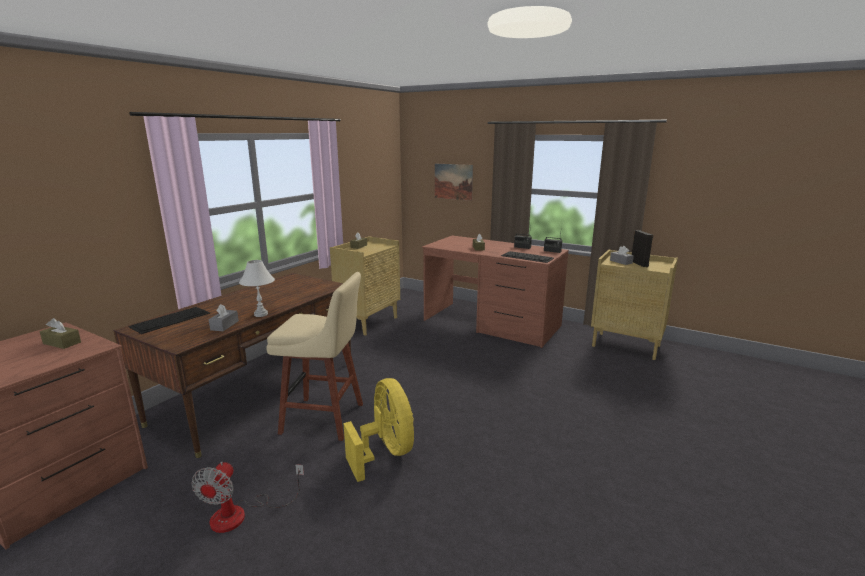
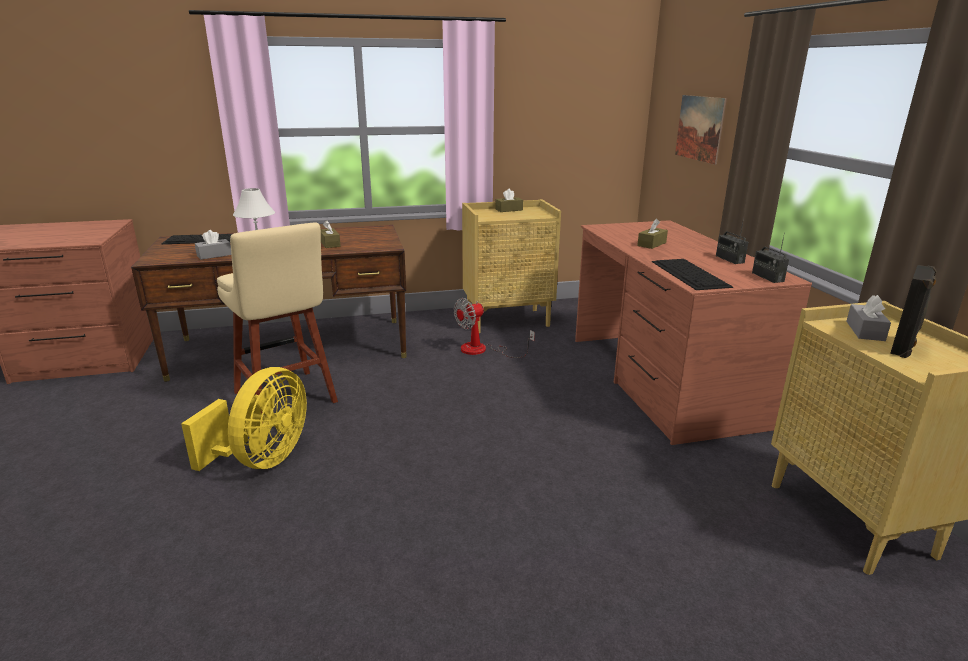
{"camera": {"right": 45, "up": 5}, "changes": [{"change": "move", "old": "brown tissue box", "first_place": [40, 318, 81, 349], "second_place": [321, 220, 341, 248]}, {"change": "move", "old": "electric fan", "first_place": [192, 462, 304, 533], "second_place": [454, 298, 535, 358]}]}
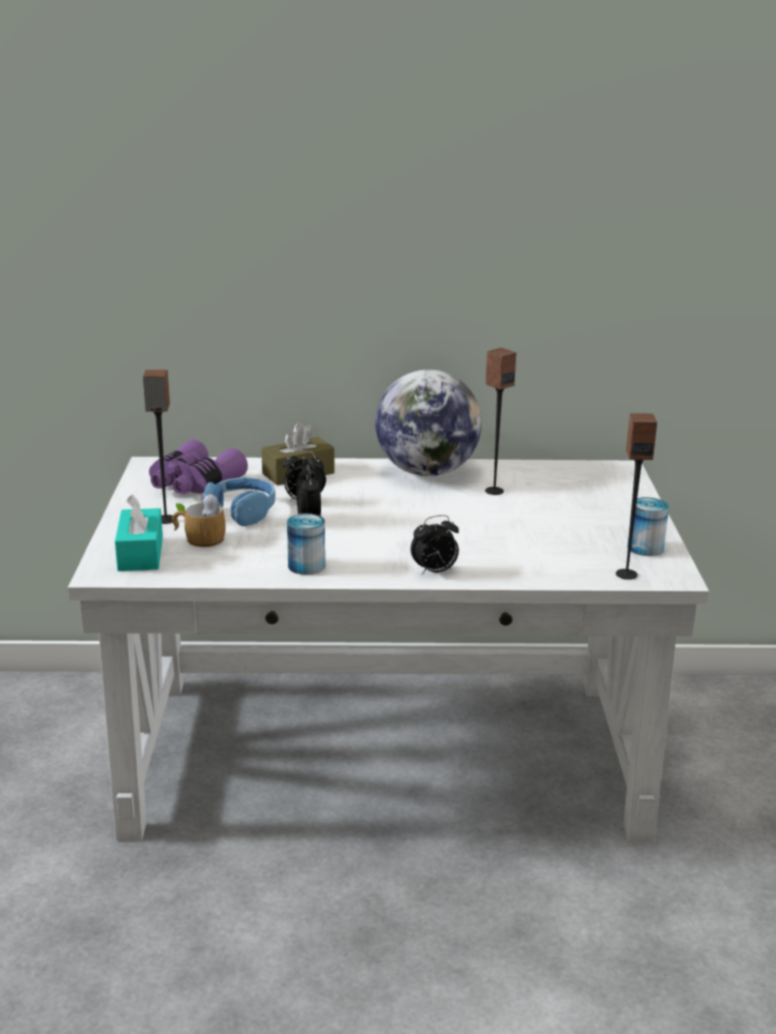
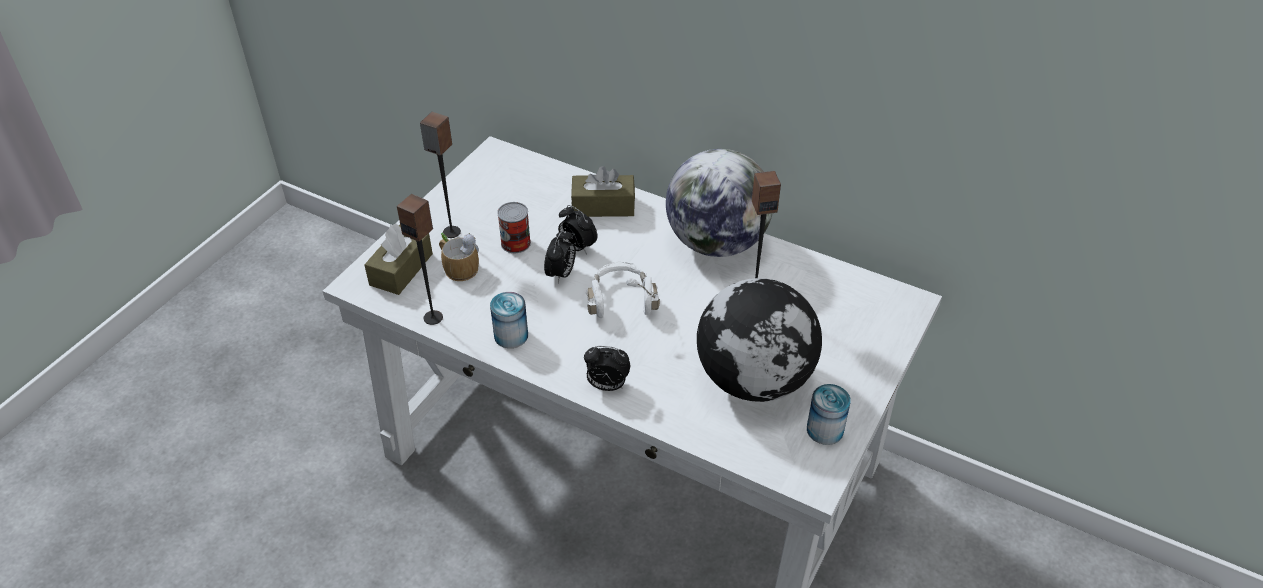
{"camera": {"right": 30, "up": 20}, "changes": [{"change": "delete", "old": "purplish pair of binoculars", "first_place": [149, 439, 248, 494]}, {"change": "insert", "new": "white-coloured pair of headphones", "second_place": [586, 261, 660, 318]}, {"change": "insert", "new": "world globe", "second_place": [697, 278, 822, 402]}, {"change": "move", "old": "audio speaker", "first_place": [616, 413, 657, 580], "second_place": [397, 194, 443, 325]}, {"change": "replace", "old": "bluish pair of headphones", "new": "metal can", "first_place": [203, 477, 276, 526], "second_place": [497, 202, 531, 253]}, {"change": "recolor", "old": "turquoise-coloured tissue box", "new": "brown tissue box", "first_place": [115, 495, 163, 571], "second_place": [364, 223, 433, 295]}]}
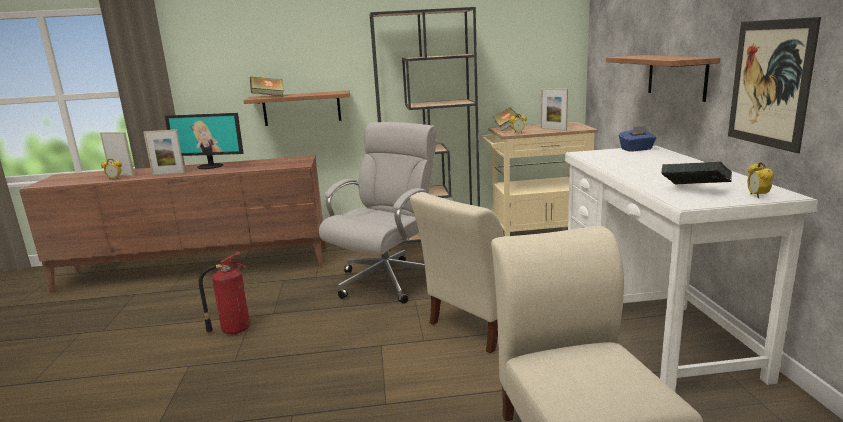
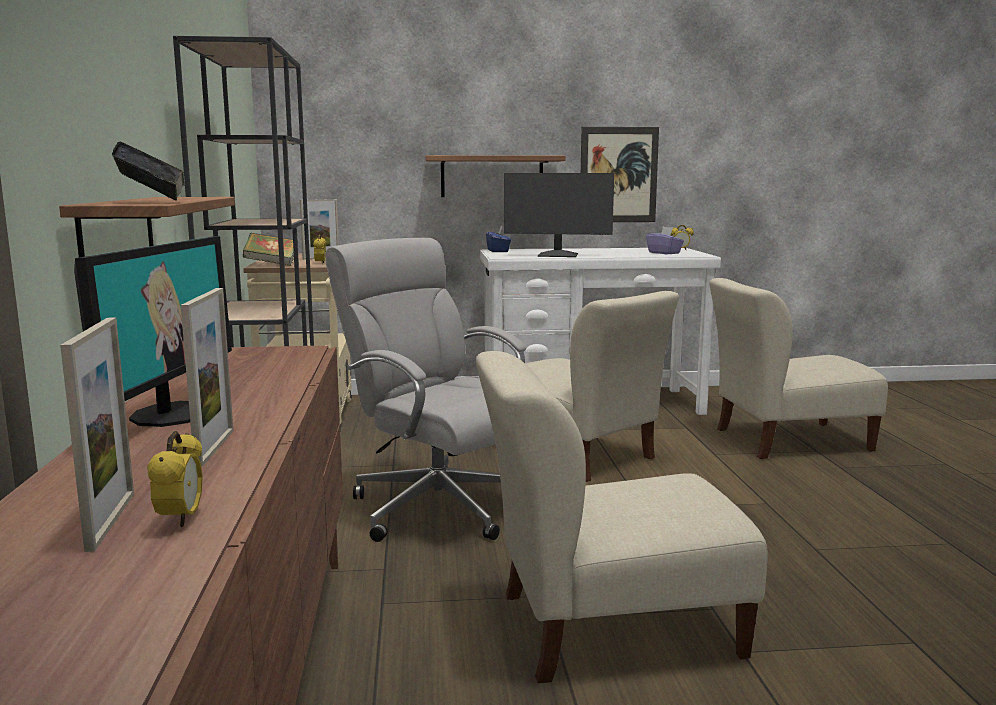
{"camera": {"right": -90, "up": -5}, "changes": [{"change": "insert", "new": "computer screen", "second_place": [504, 173, 614, 257]}, {"change": "replace", "old": "fire extinguisher", "new": "beige upright chair", "first_place": [199, 252, 250, 335], "second_place": [476, 351, 768, 683]}, {"change": "replace", "old": "book", "new": "purplish tissue box", "first_place": [661, 161, 732, 185], "second_place": [646, 227, 684, 254]}, {"change": "rotate", "old": "photo frame", "first_place": [100, 132, 135, 176], "second_place": [60, 317, 134, 552], "degrees": 150}]}
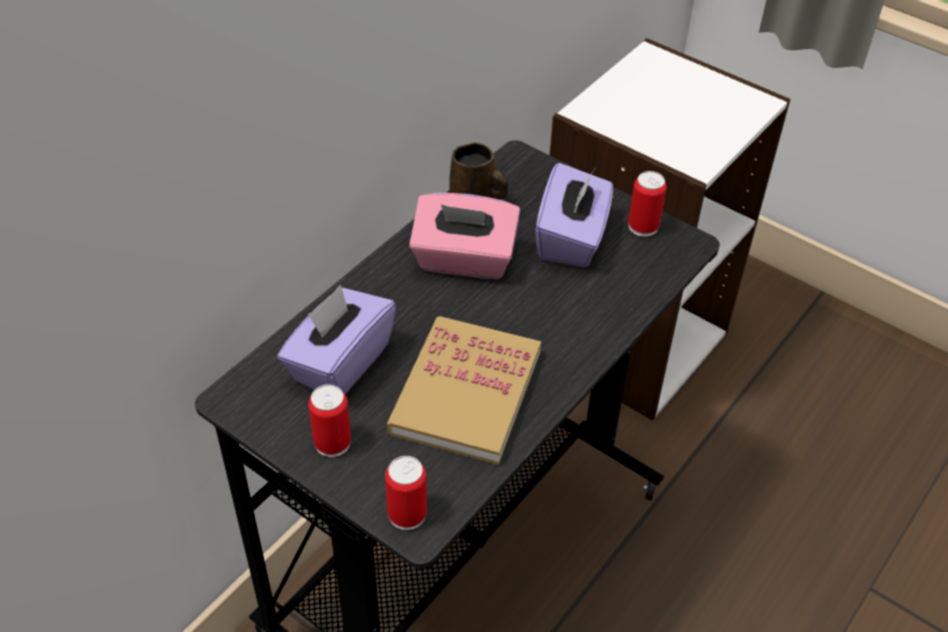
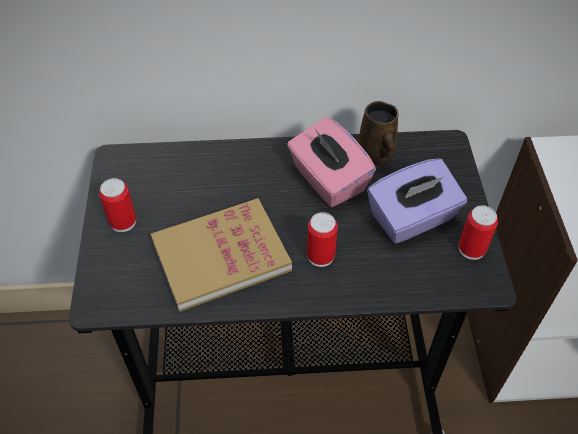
{"camera": {"right": 50, "up": 5}, "changes": [{"change": "delete", "old": "purplish tissue box", "first_place": [277, 285, 396, 394]}, {"change": "move", "old": "metal can", "first_place": [385, 456, 427, 530], "second_place": [307, 212, 338, 267]}]}
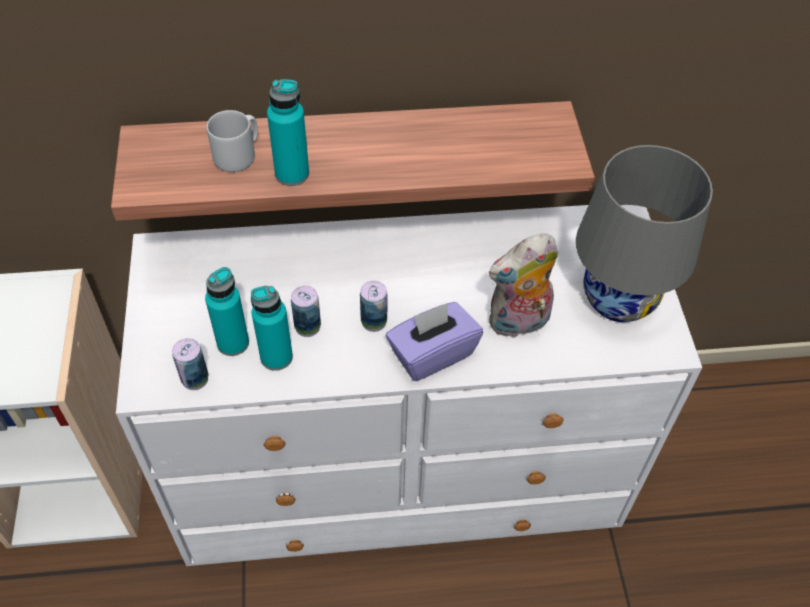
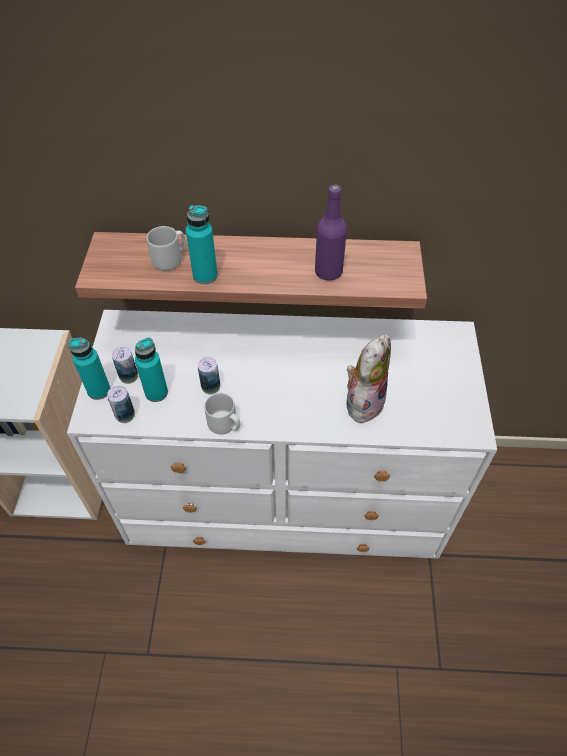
{"camera": {"right": 10, "up": 0}, "changes": [{"change": "delete", "old": "purplish tissue box", "first_place": [386, 302, 483, 381]}, {"change": "delete", "old": "greyish table lamp", "first_place": [576, 145, 713, 322]}, {"change": "insert", "new": "greyish coffee mug", "second_place": [204, 393, 240, 434]}, {"change": "insert", "new": "purplish bottle", "second_place": [315, 184, 347, 281]}, {"change": "move", "old": "turquoise-coloured bottle", "first_place": [251, 285, 293, 371], "second_place": [68, 338, 111, 400]}, {"change": "move", "old": "metal can", "first_place": [360, 281, 387, 332], "second_place": [112, 347, 138, 384]}, {"change": "rotate", "old": "soft toy", "first_place": [489, 233, 558, 338], "second_place": [347, 335, 391, 425], "degrees": 135}]}
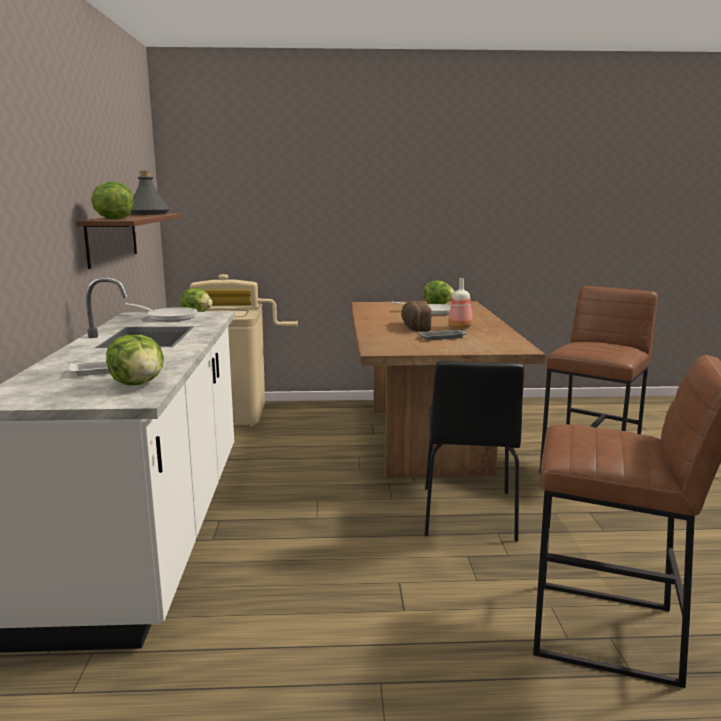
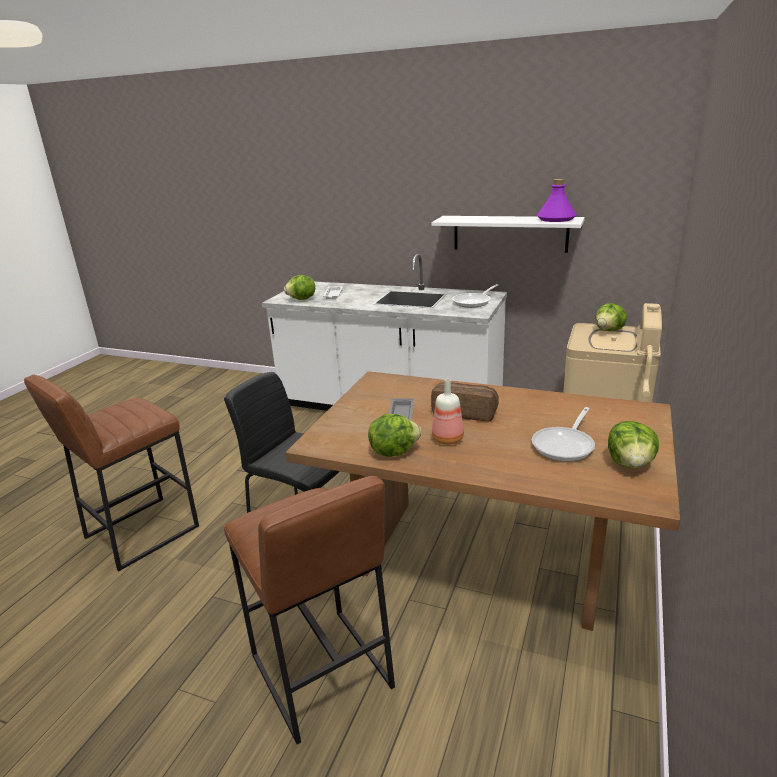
{"camera": {"right": 115, "up": 10}, "changes": [{"change": "move", "old": "head of lettuce", "first_place": [91, 182, 133, 219], "second_place": [368, 414, 421, 457]}, {"change": "recolor", "old": "brown shelf", "new": "white-coloured shelf", "first_place": [76, 214, 181, 269], "second_place": [431, 216, 585, 253]}, {"change": "recolor", "old": "greyish bottle", "new": "purplish bottle", "first_place": [131, 171, 170, 215], "second_place": [537, 179, 577, 222]}]}
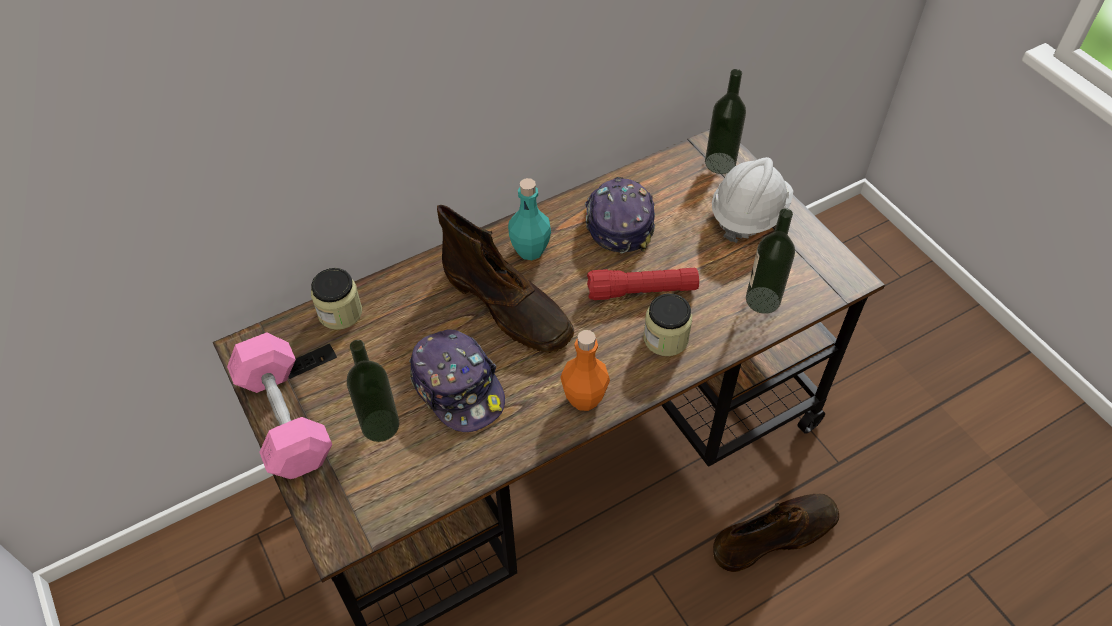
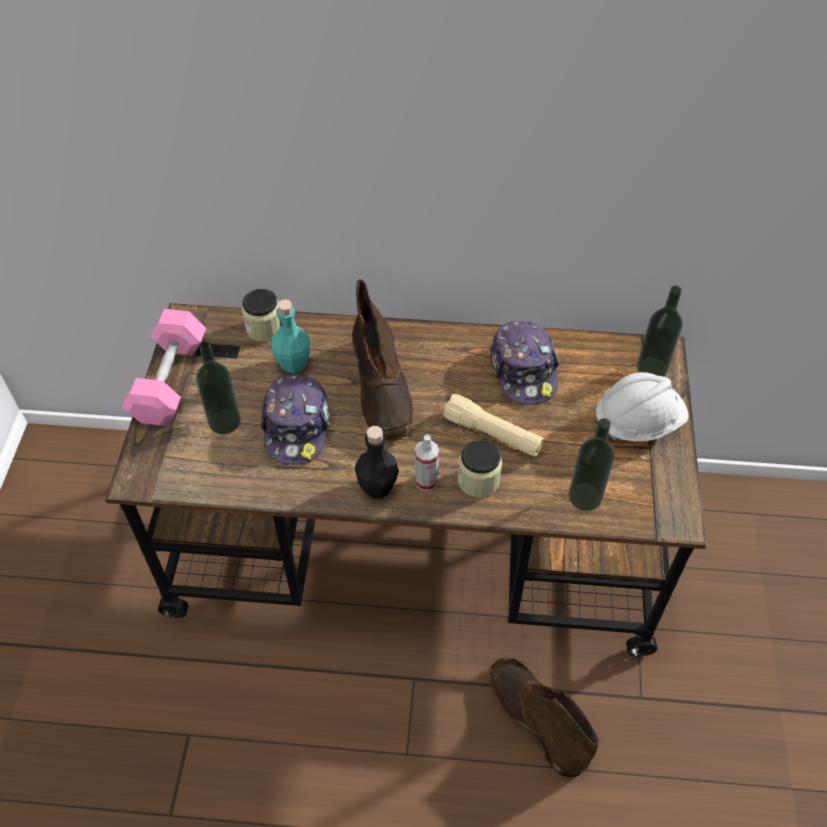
{"camera": {"right": 35, "up": 0}, "changes": [{"change": "insert", "new": "sprayer", "second_place": [415, 434, 439, 491]}, {"change": "move", "old": "turquoise-coloured bottle", "first_place": [508, 178, 551, 260], "second_place": [271, 299, 310, 373]}, {"change": "recolor", "old": "orangey bottle", "new": "blackish bottle", "first_place": [560, 330, 610, 411], "second_place": [355, 426, 399, 499]}, {"change": "recolor", "old": "red flashlight", "new": "beige flashlight", "first_place": [587, 268, 699, 300], "second_place": [443, 394, 544, 457]}, {"change": "rotate", "old": "cap", "first_place": [585, 177, 655, 254], "second_place": [490, 321, 560, 405], "degrees": 135}, {"change": "rotate", "old": "brown boot", "first_place": [713, 493, 839, 572], "second_place": [489, 657, 599, 778], "degrees": -135}]}
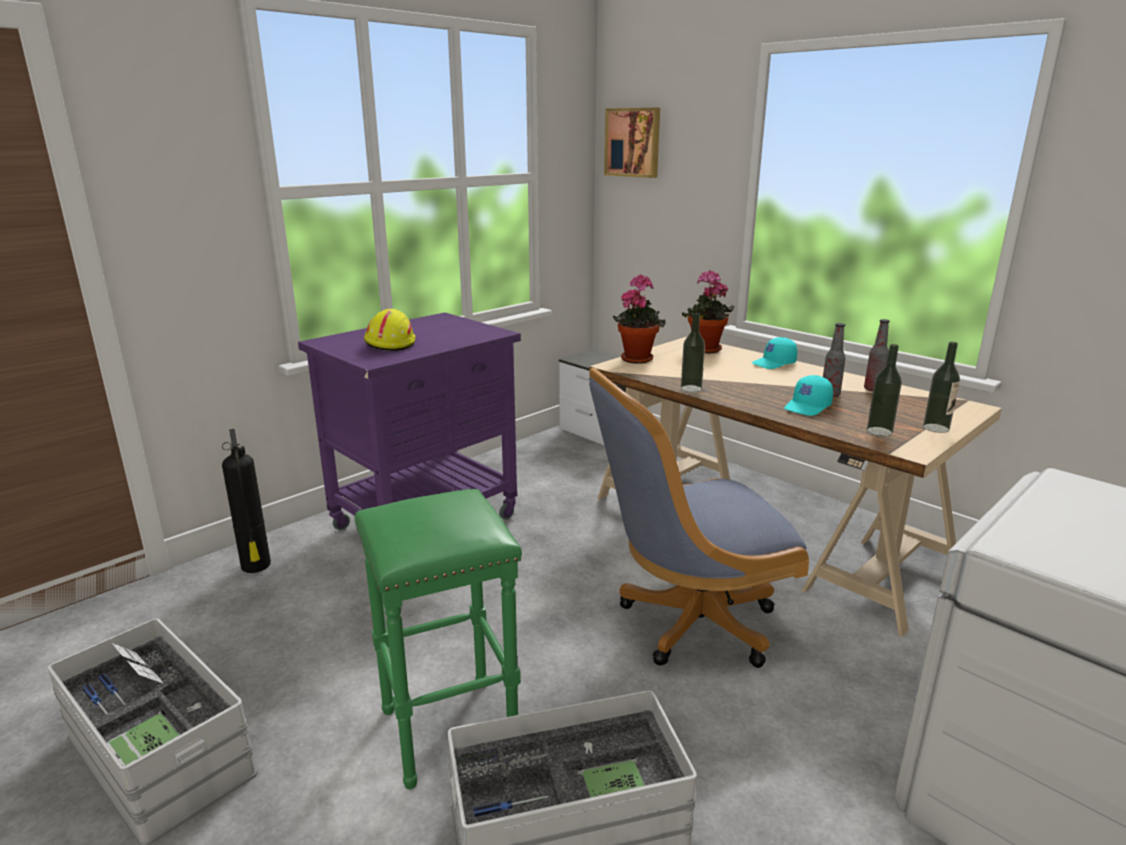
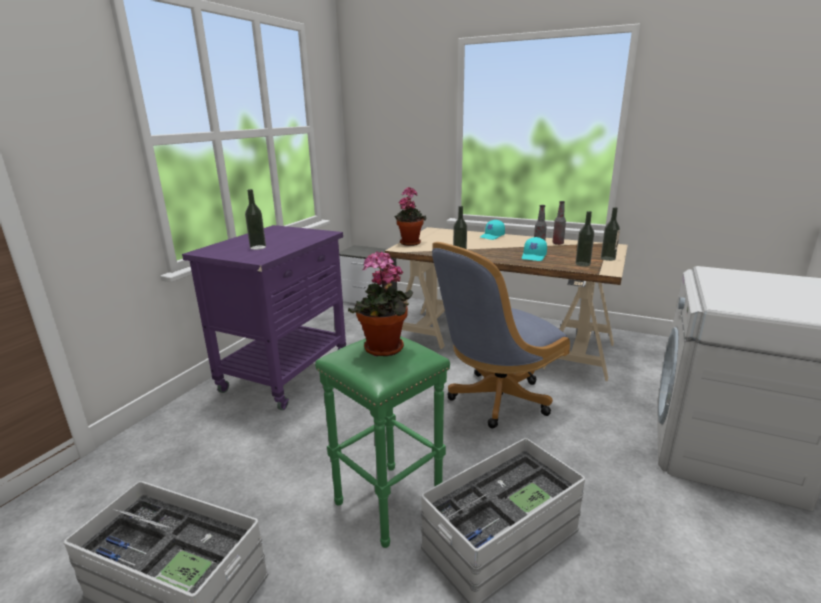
{"camera": {"right": -20, "up": 0}, "changes": [{"change": "delete", "old": "fire extinguisher", "first_place": [222, 429, 271, 573]}, {"change": "delete", "old": "picture", "first_place": [604, 108, 660, 178]}, {"change": "move", "old": "plant in a pot", "first_place": [682, 270, 735, 353], "second_place": [348, 251, 413, 356]}, {"change": "replace", "old": "yellow hard hat", "new": "bottle", "first_place": [364, 309, 416, 351], "second_place": [245, 189, 266, 250]}]}
